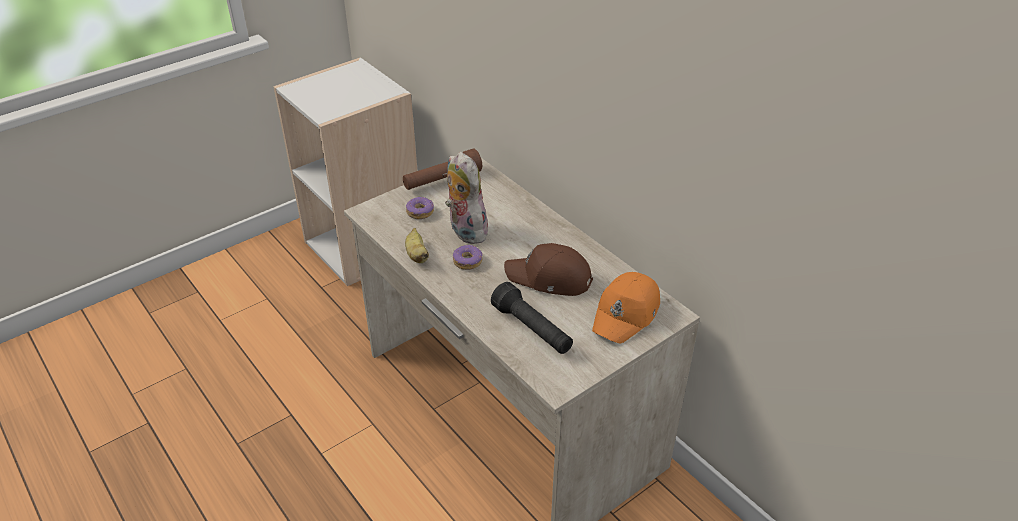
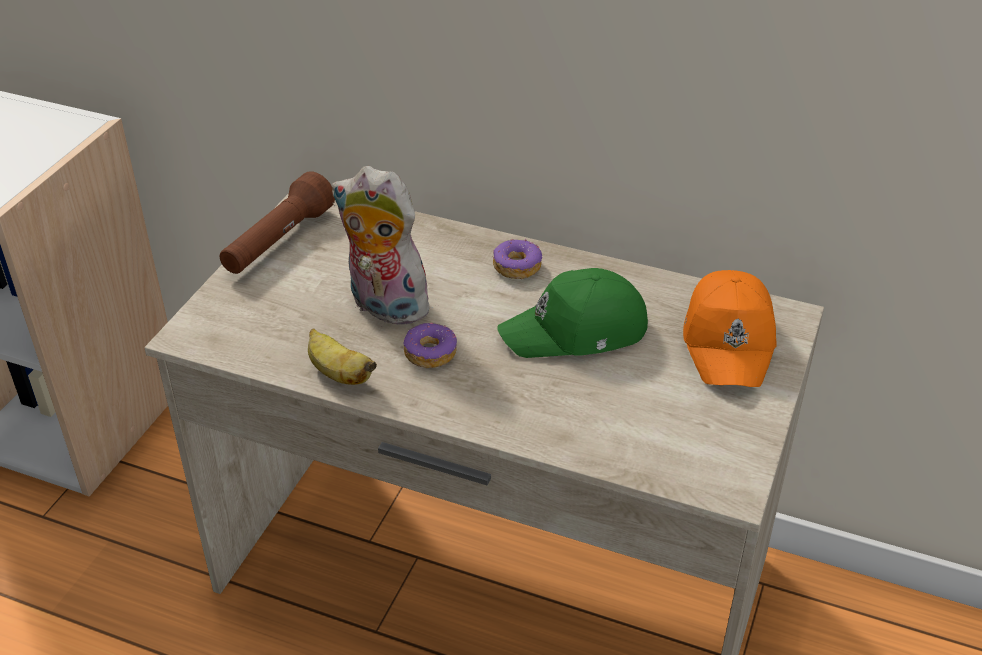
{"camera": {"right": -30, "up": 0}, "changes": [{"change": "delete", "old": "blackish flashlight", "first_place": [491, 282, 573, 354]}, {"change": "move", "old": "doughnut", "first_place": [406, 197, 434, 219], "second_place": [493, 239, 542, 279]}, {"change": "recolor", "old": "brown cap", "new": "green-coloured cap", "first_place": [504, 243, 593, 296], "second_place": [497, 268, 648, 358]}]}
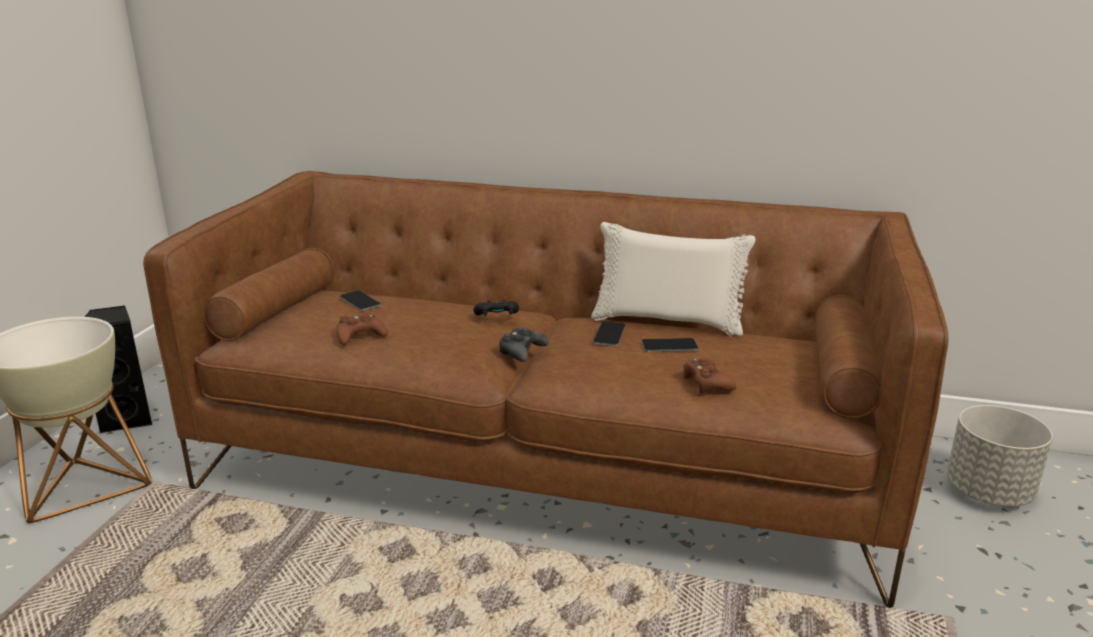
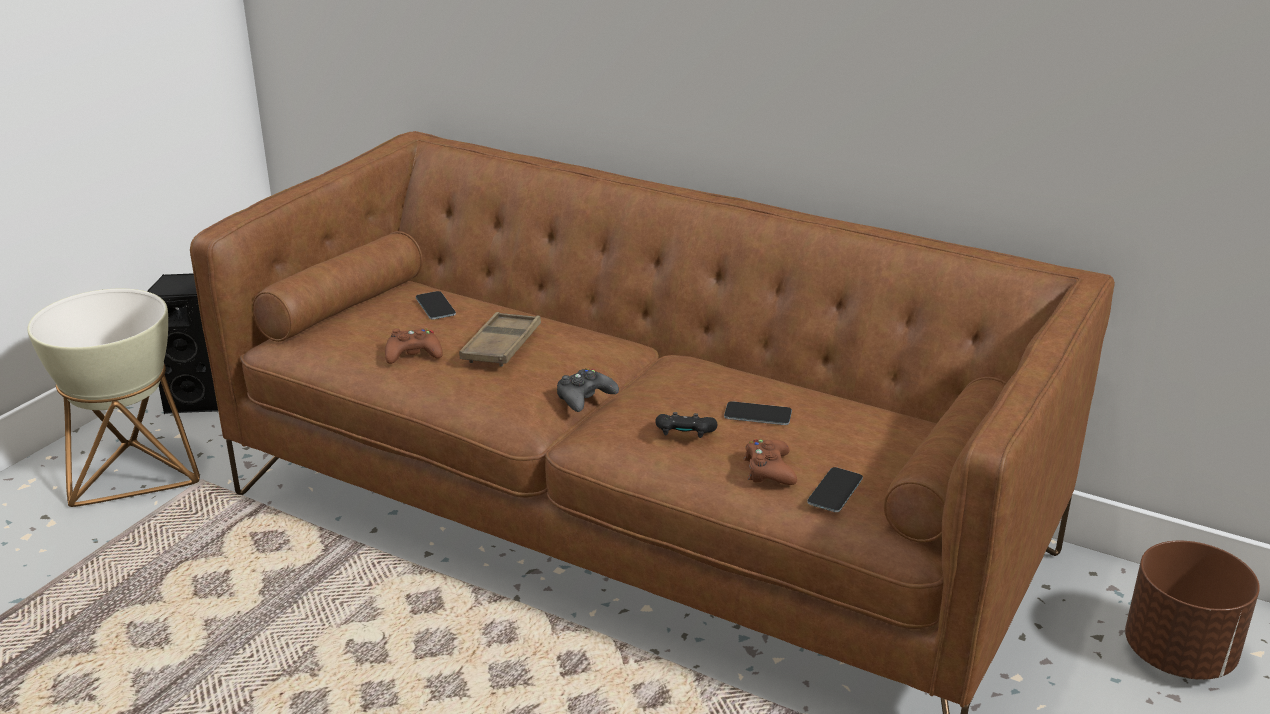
{"camera": {"right": 15, "up": 5}, "changes": [{"change": "delete", "old": "white-coloured throw pillow", "first_place": [591, 222, 756, 337]}, {"change": "insert", "new": "brown serving tray", "second_place": [459, 312, 541, 366]}, {"change": "move", "old": "blackish game controller", "first_place": [473, 299, 519, 316], "second_place": [655, 412, 717, 438]}, {"change": "move", "old": "handset", "first_place": [593, 322, 626, 346], "second_place": [807, 467, 863, 512]}, {"change": "recolor", "old": "greyish flower pot", "new": "brown flower pot", "first_place": [947, 405, 1053, 507], "second_place": [1125, 541, 1260, 680]}]}
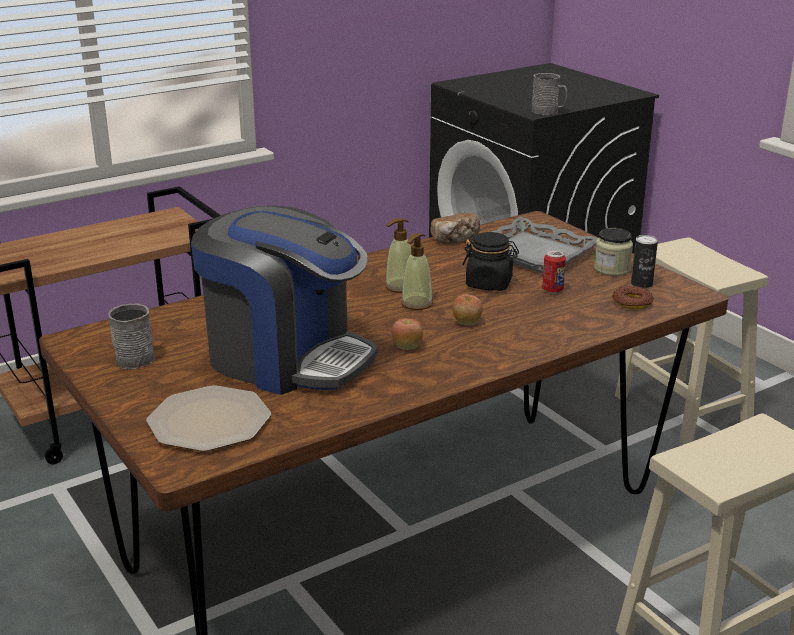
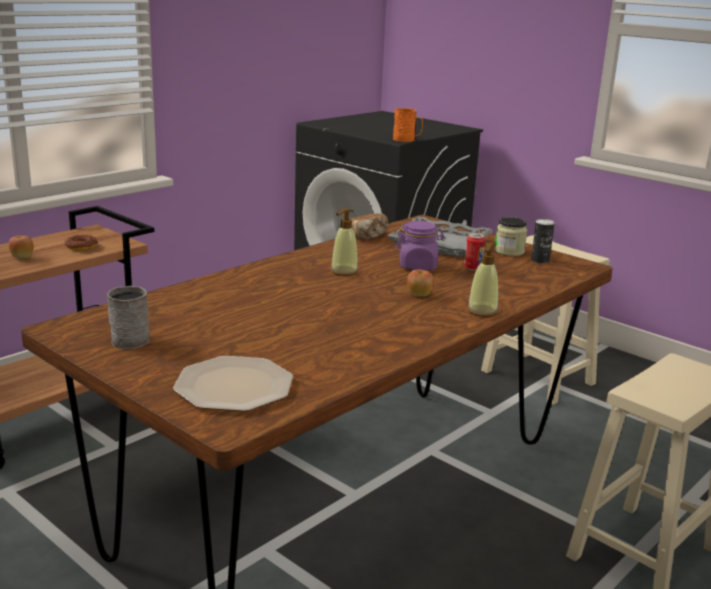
{"camera": {"right": -15, "up": -5}, "changes": [{"change": "delete", "old": "coffee brewer", "first_place": [191, 205, 378, 395]}, {"change": "move", "old": "apple", "first_place": [392, 318, 423, 350], "second_place": [8, 235, 34, 258]}, {"change": "move", "old": "soap bottle", "first_place": [401, 233, 433, 310], "second_place": [467, 243, 498, 317]}, {"change": "move", "old": "doughnut", "first_place": [613, 286, 654, 310], "second_place": [64, 235, 98, 251]}, {"change": "recolor", "old": "blackish storage jar", "new": "purplish storage jar", "first_place": [462, 232, 519, 291], "second_place": [395, 221, 445, 270]}, {"change": "recolor", "old": "greyish coffee mug", "new": "orangey coffee mug", "first_place": [531, 73, 567, 115], "second_place": [393, 108, 423, 142]}]}
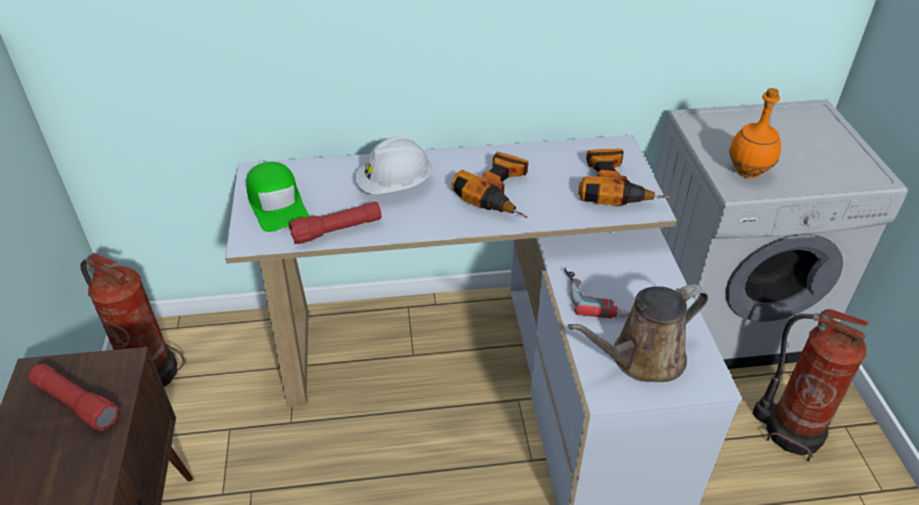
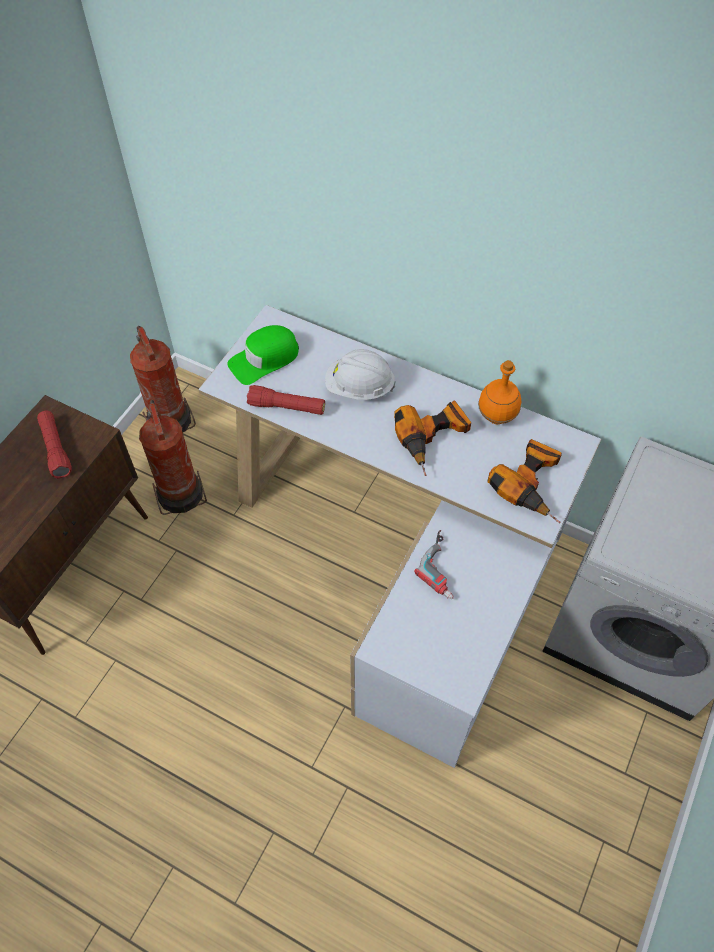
{"camera": {"right": 35, "up": 15}, "changes": [{"change": "delete", "old": "brown watering can", "first_place": [568, 284, 709, 382]}, {"change": "move", "old": "orangey bottle", "first_place": [729, 88, 781, 178], "second_place": [478, 360, 521, 424]}, {"change": "move", "old": "fire extinguisher", "first_place": [753, 309, 869, 461], "second_place": [139, 400, 207, 515]}, {"change": "rotate", "old": "green-coloured cap", "first_place": [246, 162, 309, 232], "second_place": [227, 325, 299, 385], "degrees": 45}]}
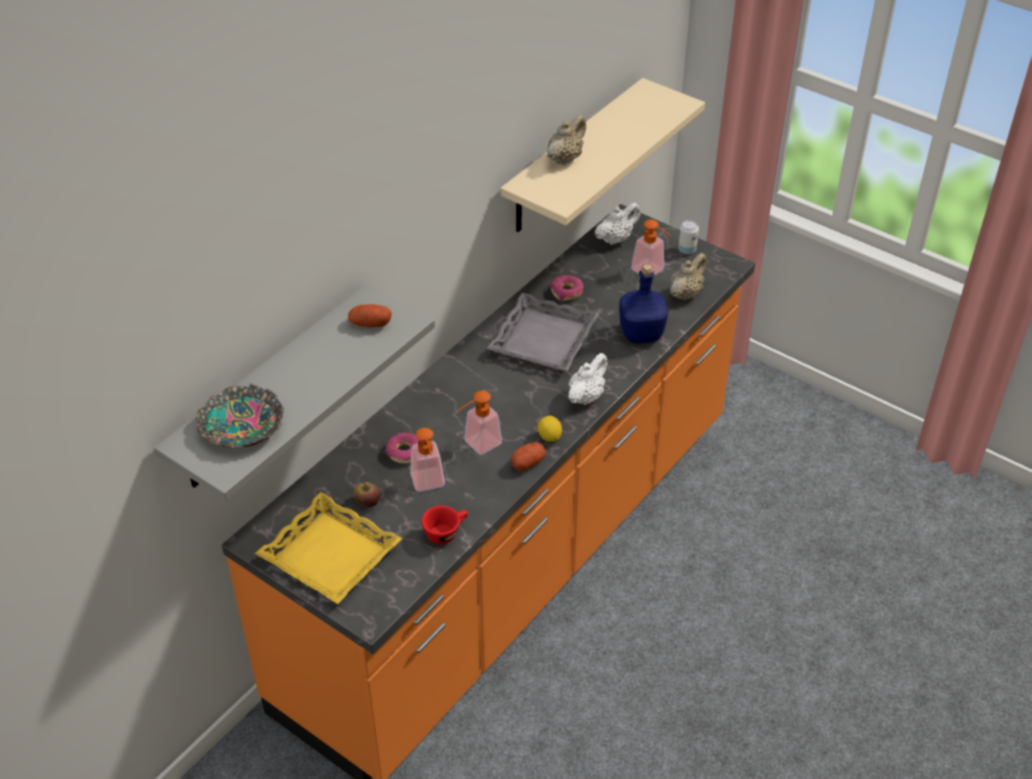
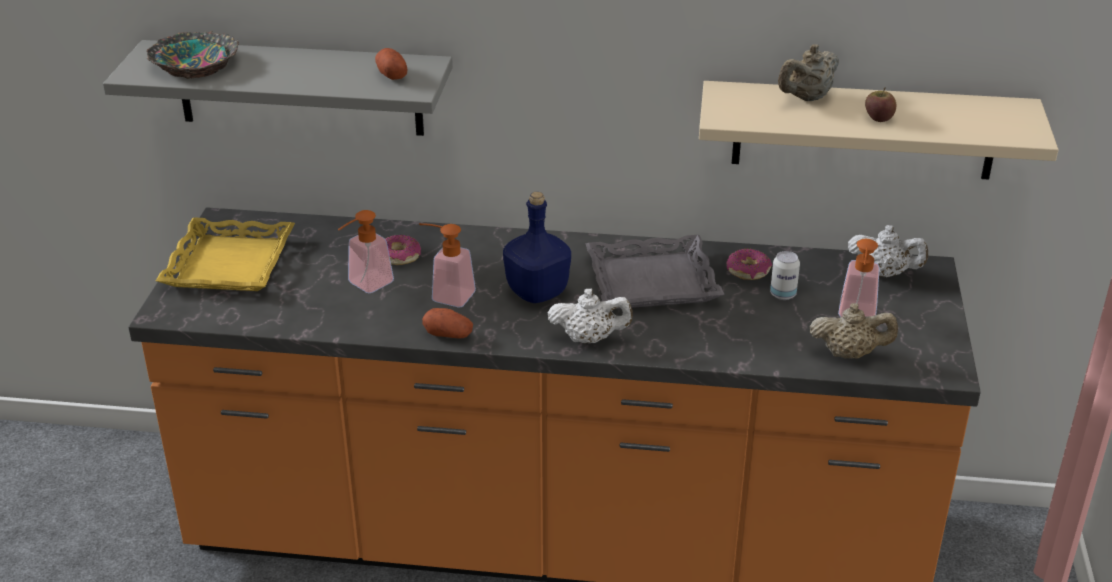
{"camera": {"right": 60, "up": -10}, "changes": [{"change": "delete", "old": "red small cup", "first_place": [421, 506, 468, 544]}, {"change": "delete", "old": "whole lemon", "first_place": [537, 416, 562, 442]}, {"change": "move", "old": "apple", "first_place": [354, 482, 380, 507], "second_place": [865, 88, 896, 122]}, {"change": "move", "old": "bluish bottle", "first_place": [619, 264, 668, 344], "second_place": [503, 192, 571, 303]}, {"change": "move", "old": "metal can", "first_place": [678, 220, 699, 254], "second_place": [770, 251, 800, 300]}, {"change": "rotate", "old": "beige pot for tea", "first_place": [547, 115, 586, 165], "second_place": [778, 44, 839, 101], "degrees": 135}]}
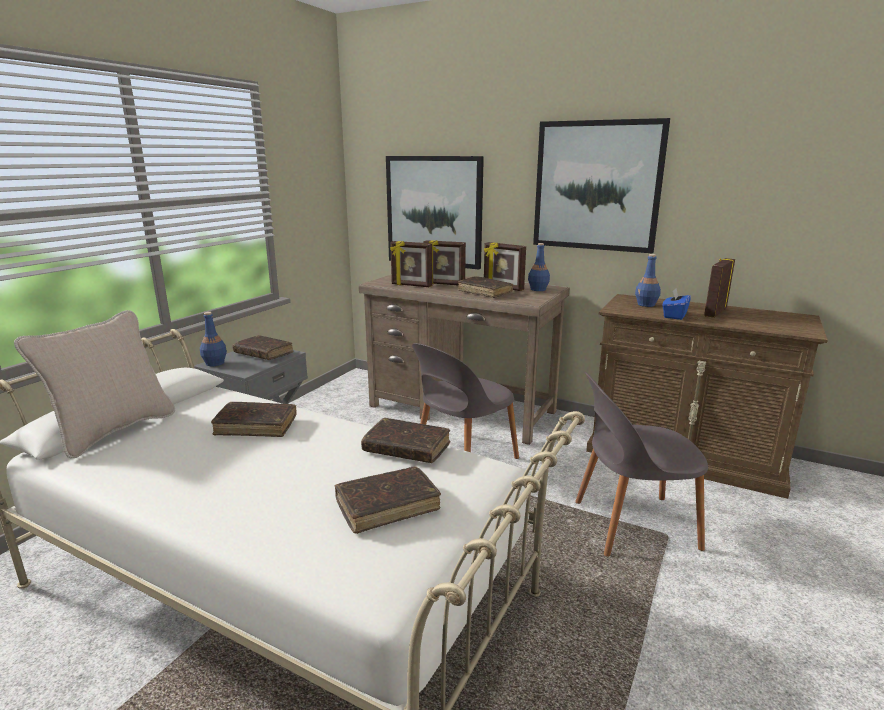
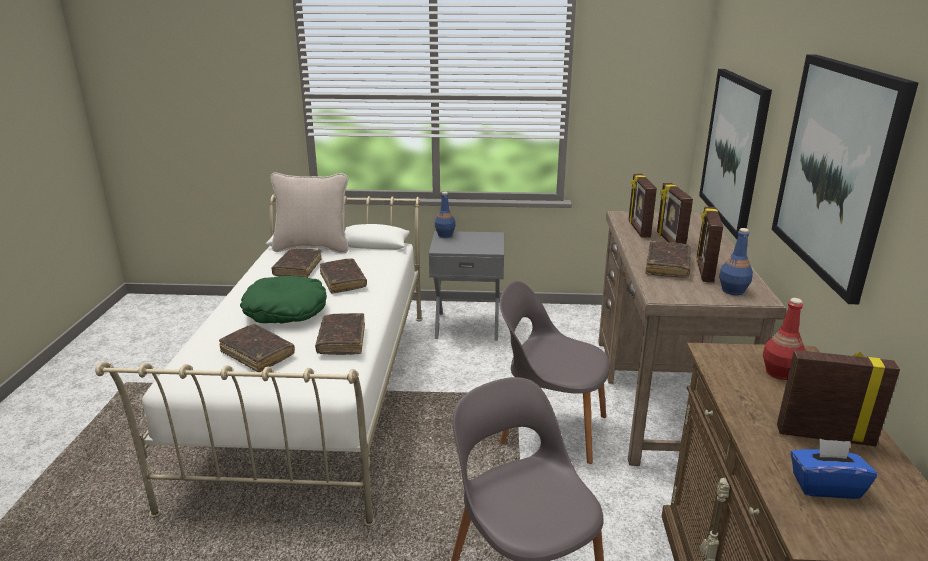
{"camera": {"right": 65, "up": 5}, "changes": [{"change": "insert", "new": "green-coloured throw pillow", "second_place": [240, 276, 327, 323]}, {"change": "move", "old": "brown book", "first_place": [233, 335, 293, 360], "second_place": [271, 248, 322, 278]}, {"change": "move", "old": "bluish tissue box", "first_place": [662, 288, 691, 320], "second_place": [791, 439, 877, 499]}, {"change": "recolor", "old": "bluish bottle", "new": "red bottle", "first_place": [635, 254, 661, 307], "second_place": [763, 298, 806, 380]}]}
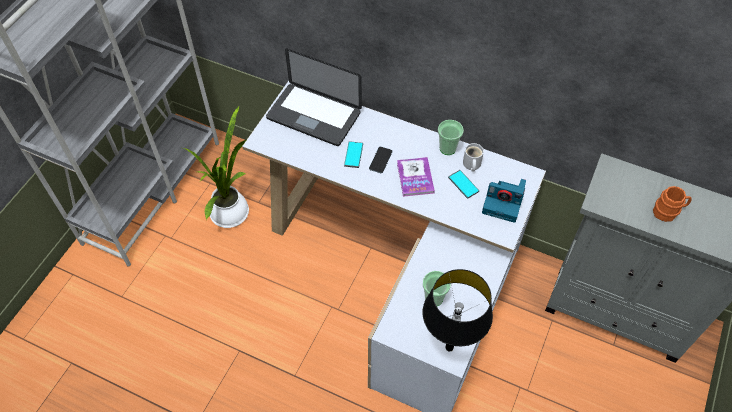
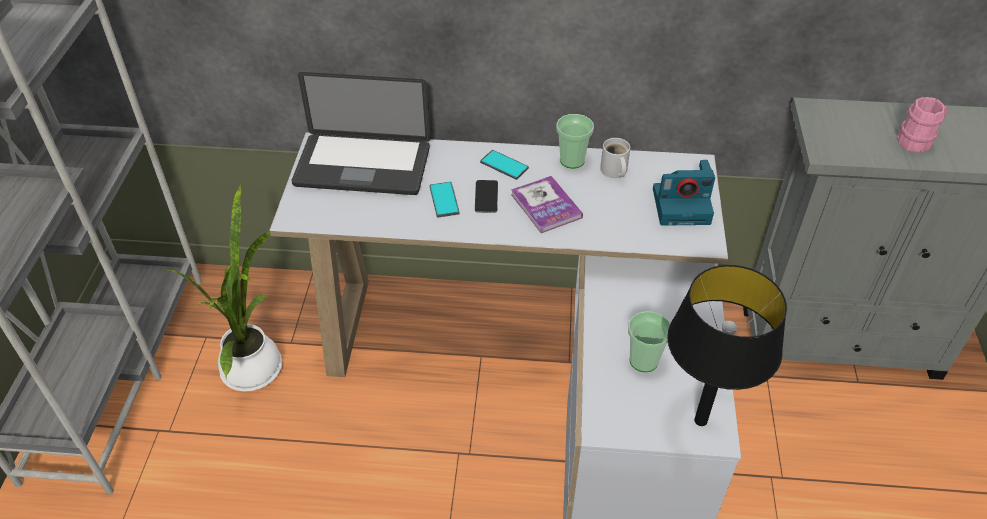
{"camera": {"right": -20, "up": -10}, "changes": [{"change": "move", "old": "handset", "first_place": [448, 170, 479, 199], "second_place": [480, 150, 529, 180]}, {"change": "recolor", "old": "orangey coffee mug", "new": "pink-coloured coffee mug", "first_place": [653, 186, 692, 222], "second_place": [898, 97, 947, 152]}]}
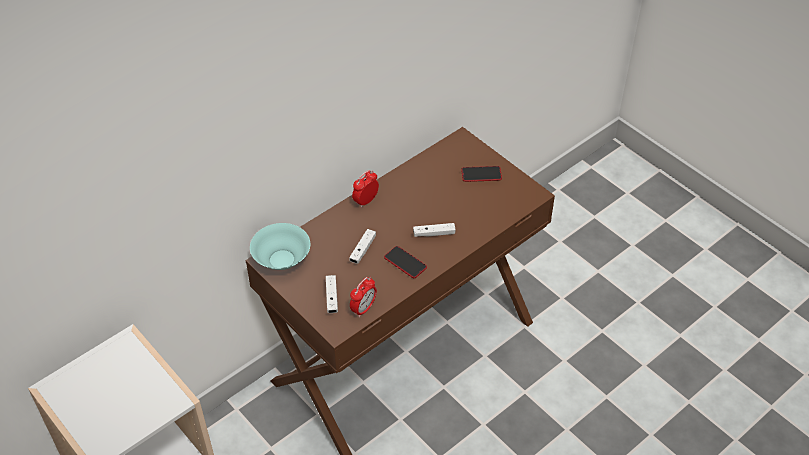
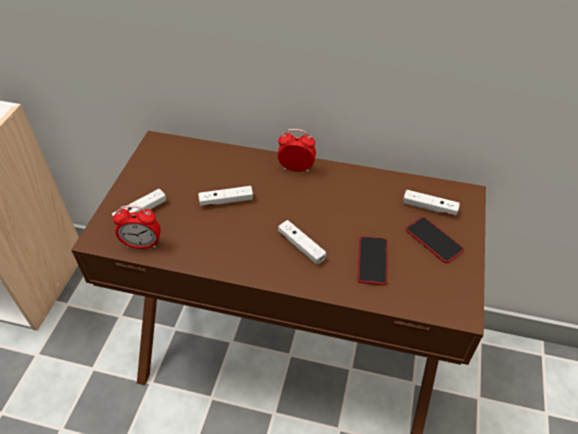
{"camera": {"right": 55, "up": 0}, "changes": [{"change": "delete", "old": "turquoise-coloured deep dish", "first_place": [250, 223, 310, 270]}, {"change": "insert", "new": "white-coloured game controller", "second_place": [403, 190, 460, 215]}, {"change": "move", "old": "handset", "first_place": [384, 246, 427, 278], "second_place": [357, 236, 388, 285]}]}
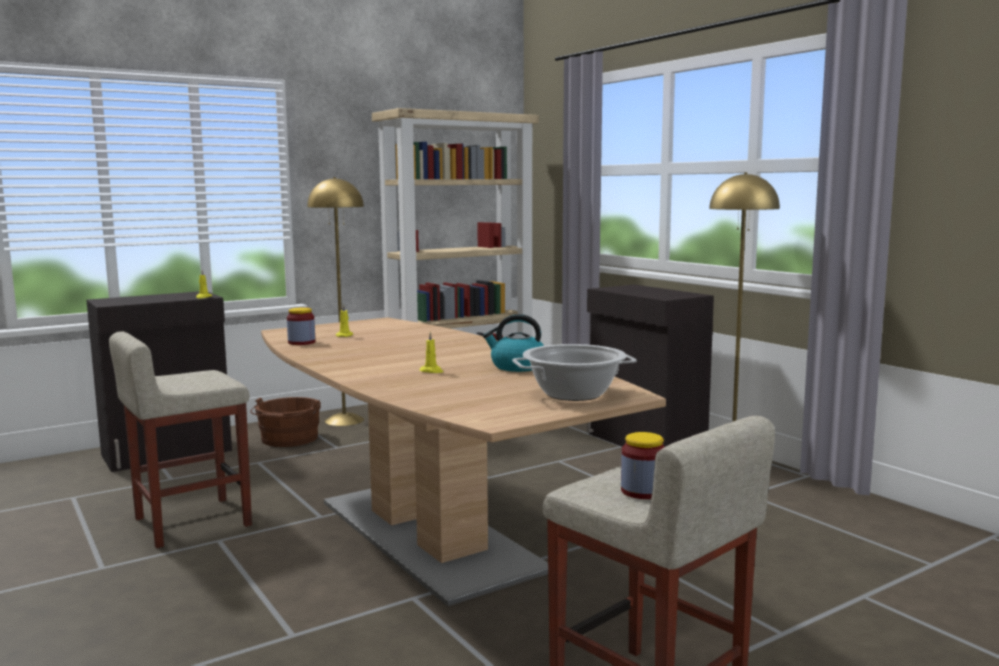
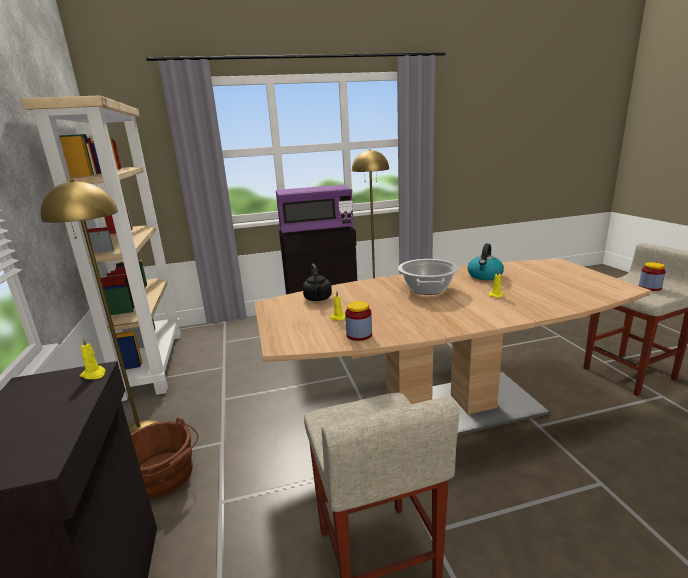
{"camera": {"right": -70, "up": 10}, "changes": [{"change": "insert", "new": "purplish microwave", "second_place": [276, 185, 354, 235]}, {"change": "insert", "new": "blackish tea kettle", "second_place": [303, 264, 332, 301]}, {"change": "move", "old": "saucepot", "first_place": [512, 344, 637, 401], "second_place": [398, 259, 459, 295]}]}
